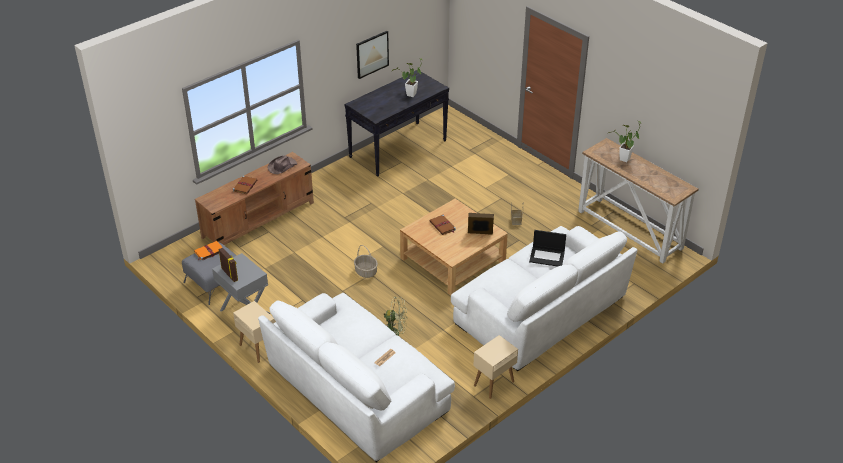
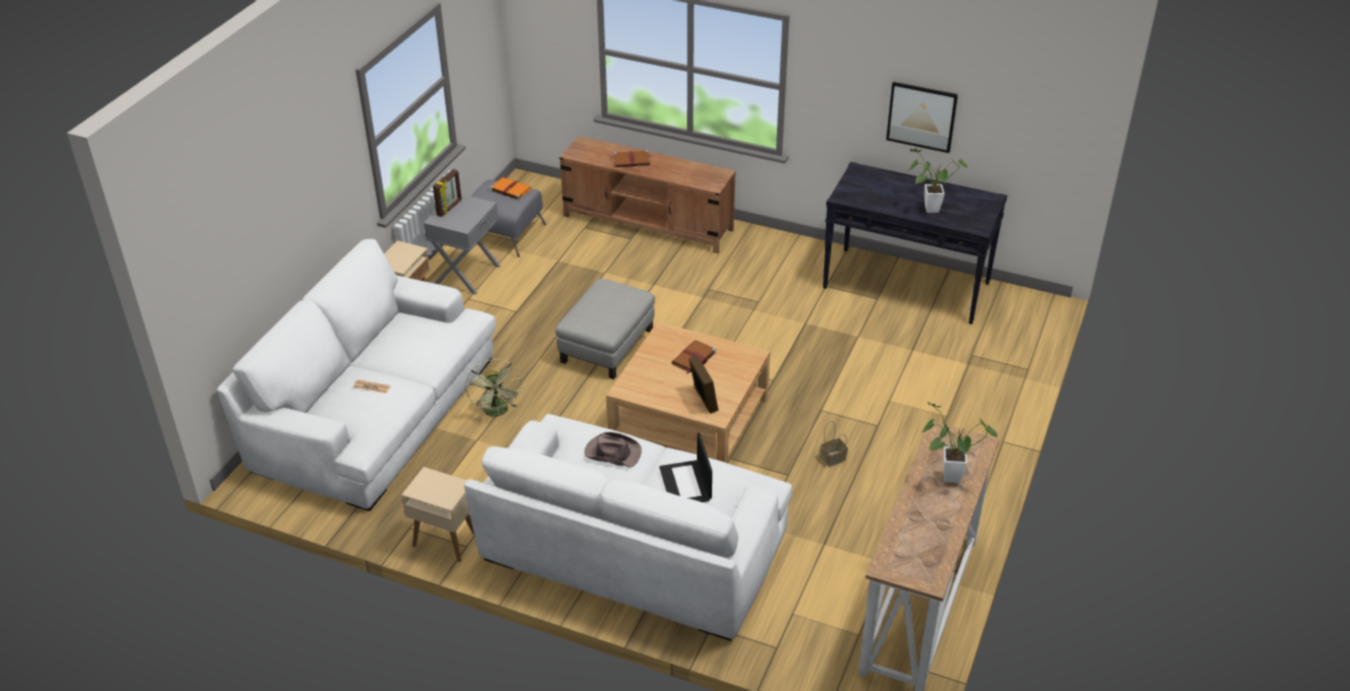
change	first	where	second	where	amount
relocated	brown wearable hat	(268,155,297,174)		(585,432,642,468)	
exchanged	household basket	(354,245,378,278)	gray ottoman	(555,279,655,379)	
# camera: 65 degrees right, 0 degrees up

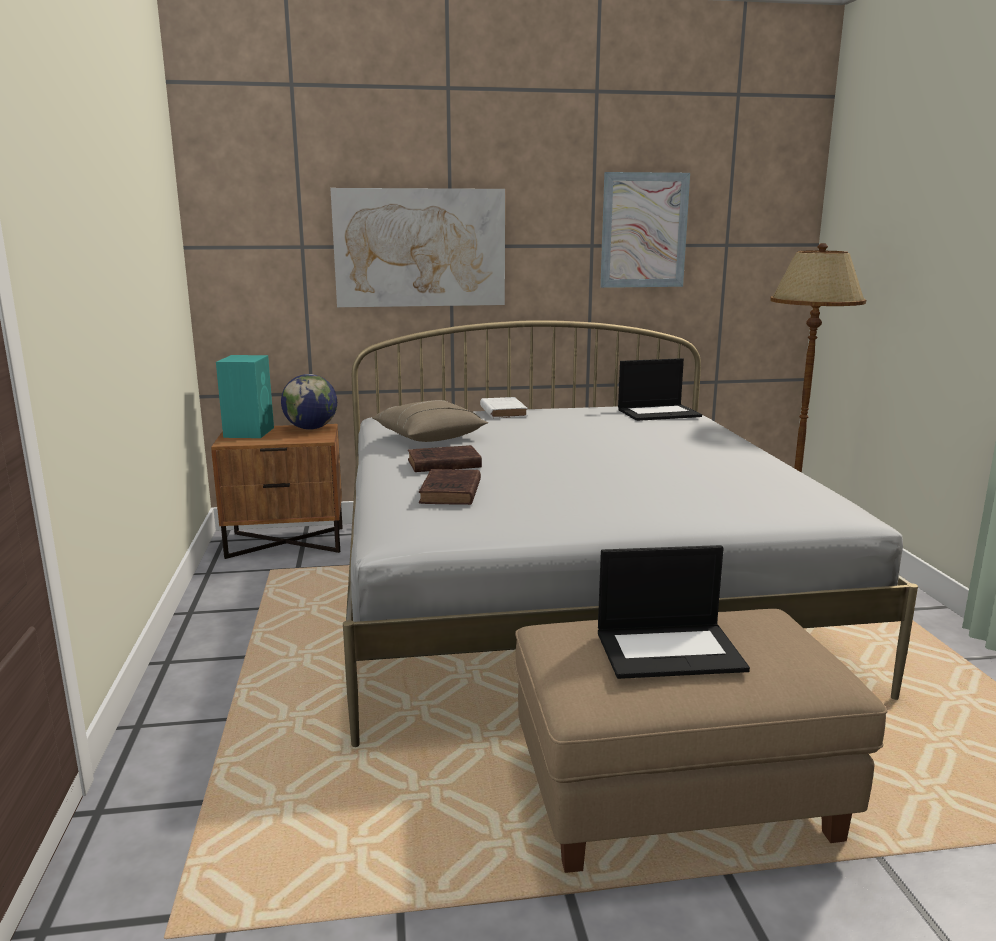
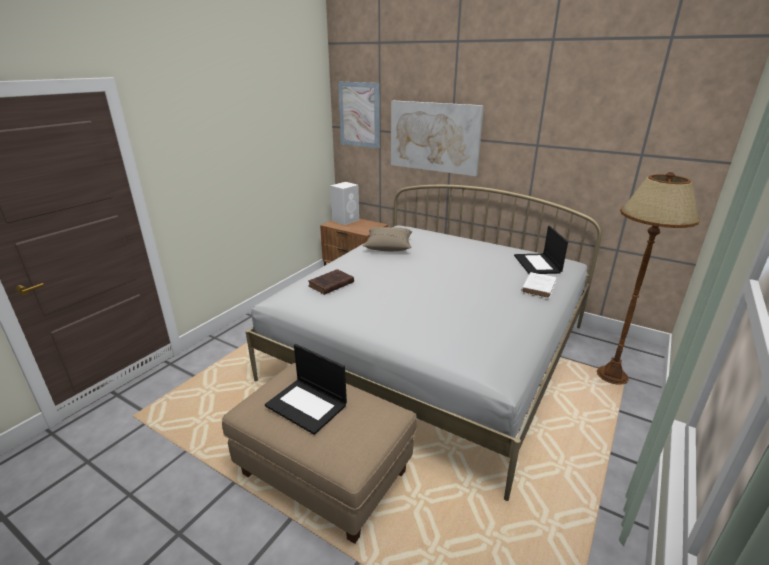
change	first	where	second	where	amount
missing	globe	(281,374,337,430)			
missing	brown bound book	(408,445,482,472)			
relocated	whitish bound book	(480,397,528,418)		(521,272,557,299)	
relocated	wall picture	(600,172,690,288)		(338,82,380,148)	
colour	turquoise-coloured audio speaker	(216,355,274,438)	whitish audio speaker	(330,182,359,225)	
spun	laptop	(618,358,702,421)		(514,226,568,274)	60 degrees clockwise
# camera: 40 degrees right, 10 degrees up

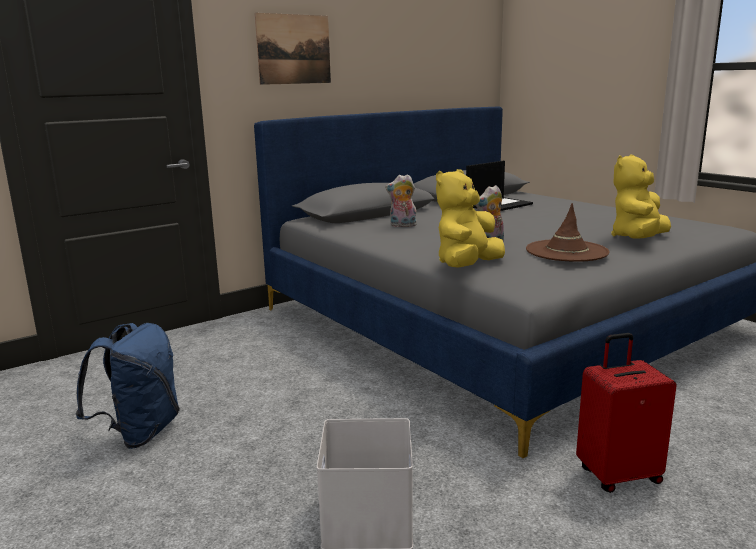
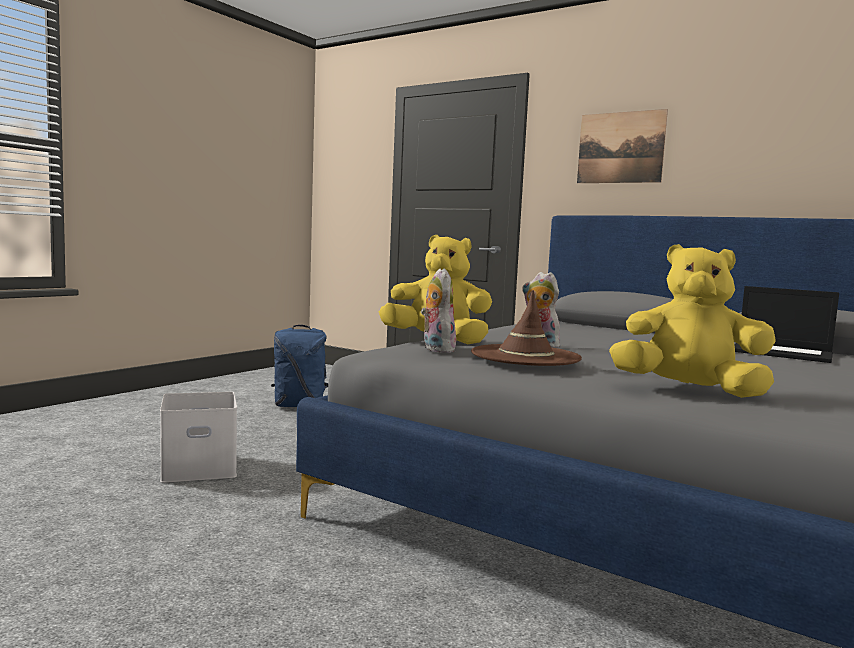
change	first	where	second	where	amount
missing	reddish travel case	(576,333,677,493)			
relocated	cuddly toy	(385,174,417,228)		(421,269,456,353)	
# camera: 70 degrees right, 10 degrees down

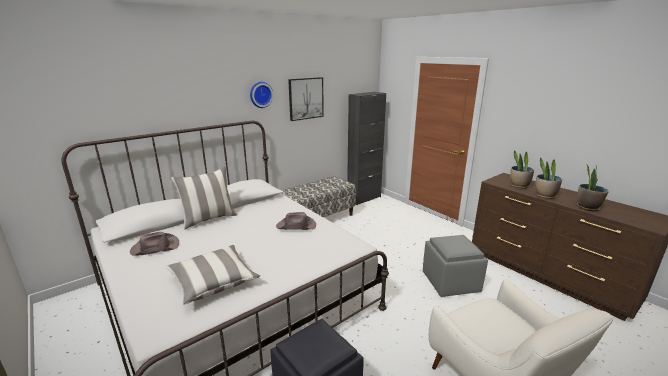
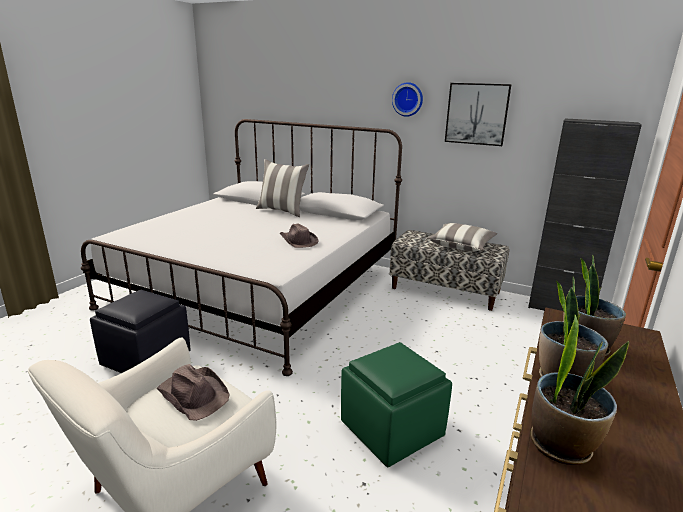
change	first	where	second	where	amount
relocated	brown wearable hat	(130,232,179,256)		(157,364,230,421)	
relocated	pillow	(165,245,260,305)		(426,223,497,252)	
colour	gray ottoman	(423,235,488,297)	greenish ottoman	(341,342,452,467)	
# camera: 65 degrees right, 0 degrees up

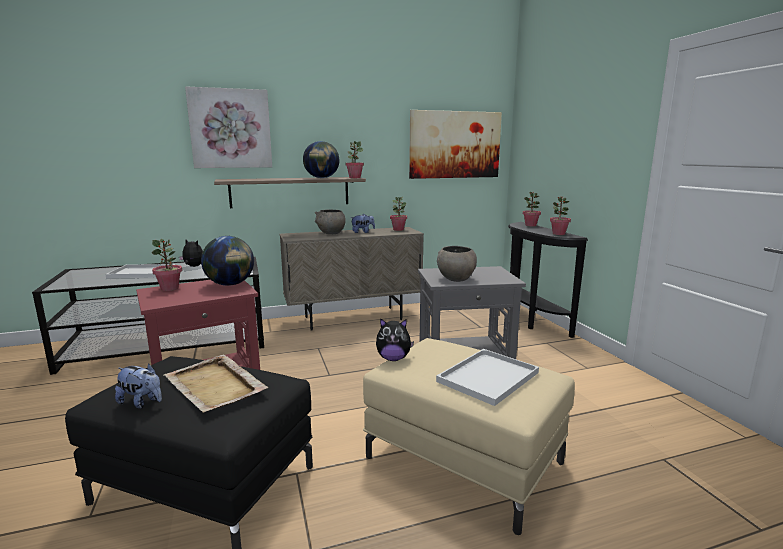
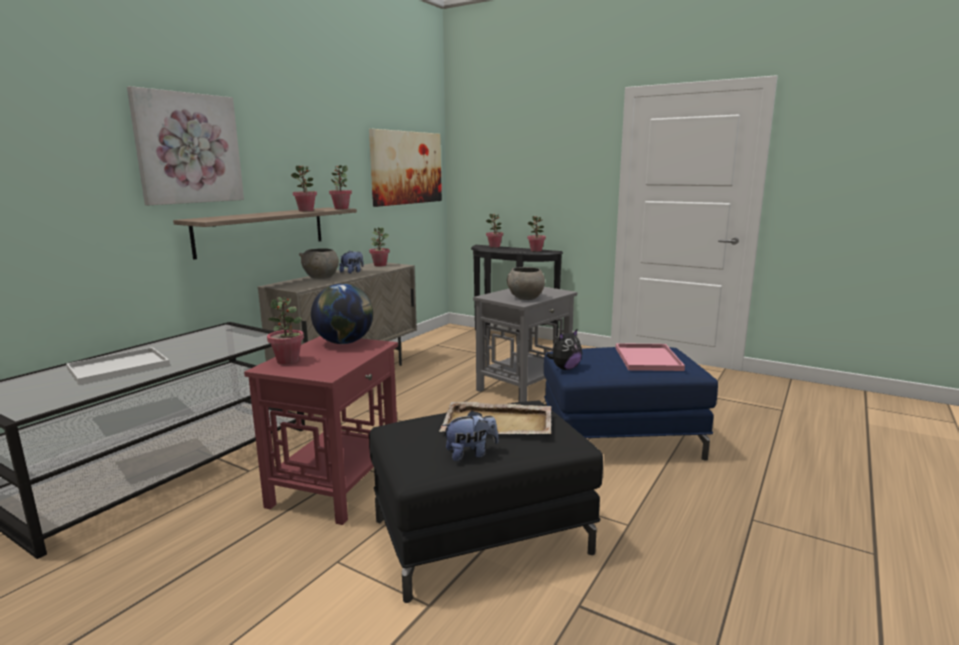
change	first	where	second	where	amount
missing	cuddly toy	(179,240,203,267)			
exchanged	globe	(303,141,339,178)	plant in a pot	(291,165,317,211)	
colour	sand-coloured ottoman	(363,338,575,535)	bluish ottoman	(544,347,718,461)	
colour	whitish tray	(436,349,539,406)	pink-coloured tray	(616,343,685,371)	
# camera: 40 degrees left, 0 degrees up

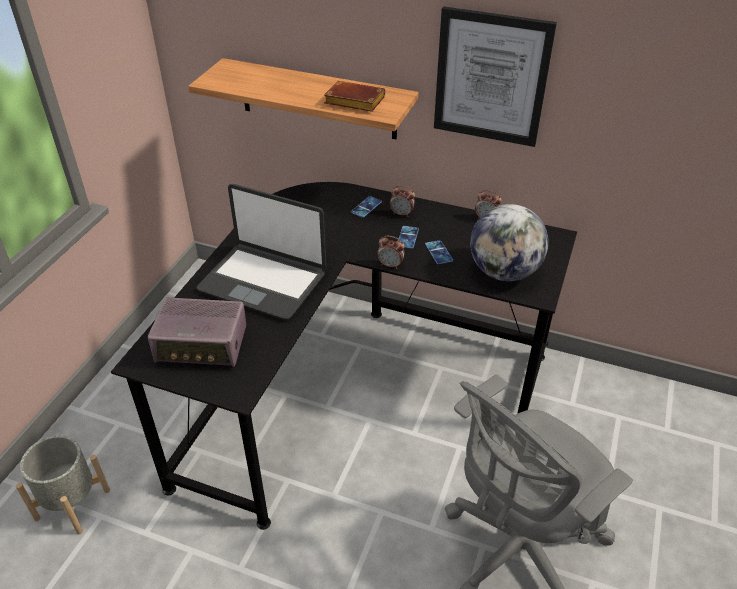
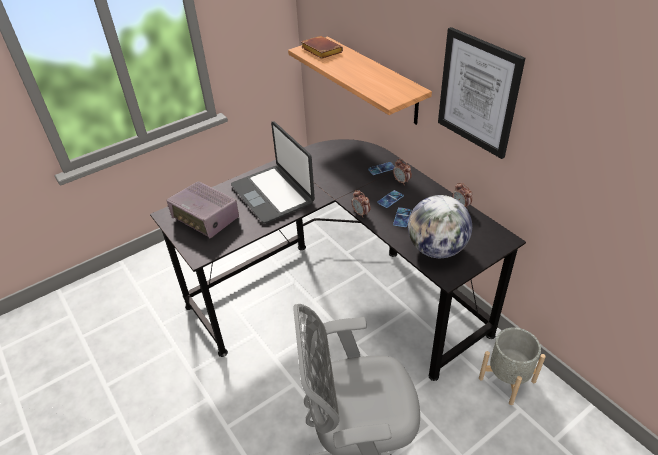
change	first	where	second	where	amount
relocated	gray planter	(16,435,110,534)		(479,327,546,405)	
relocated	brown bound book	(324,81,385,112)		(301,36,343,59)	
# camera: 35 degrees right, 0 degrees up

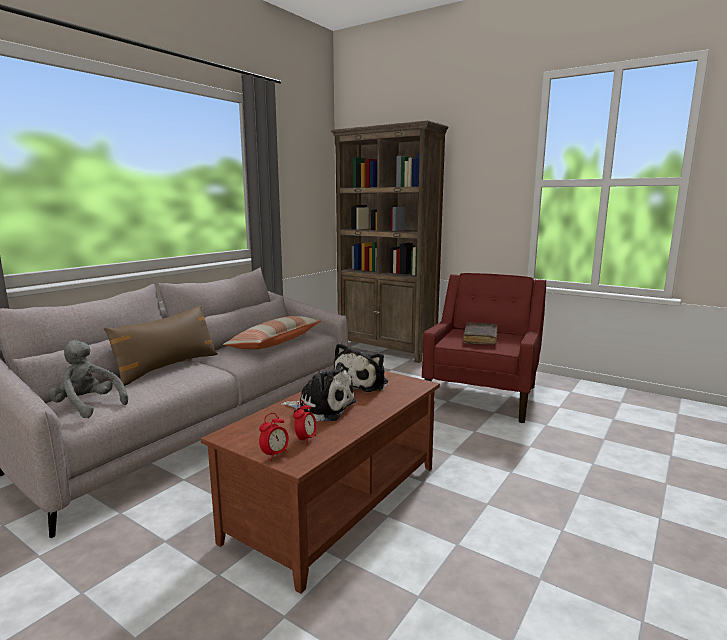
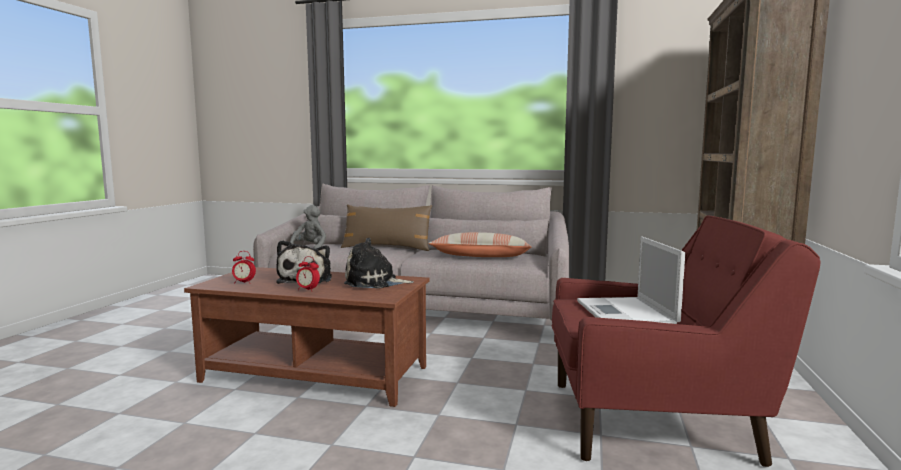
change	first	where	second	where	amount
relocated	bedside clock	(259,413,289,461)		(296,256,320,292)	
exchanged	brown bound book	(463,323,498,345)	laptop	(577,236,685,324)	
# camera: 70 degrees right, 5 degrees down

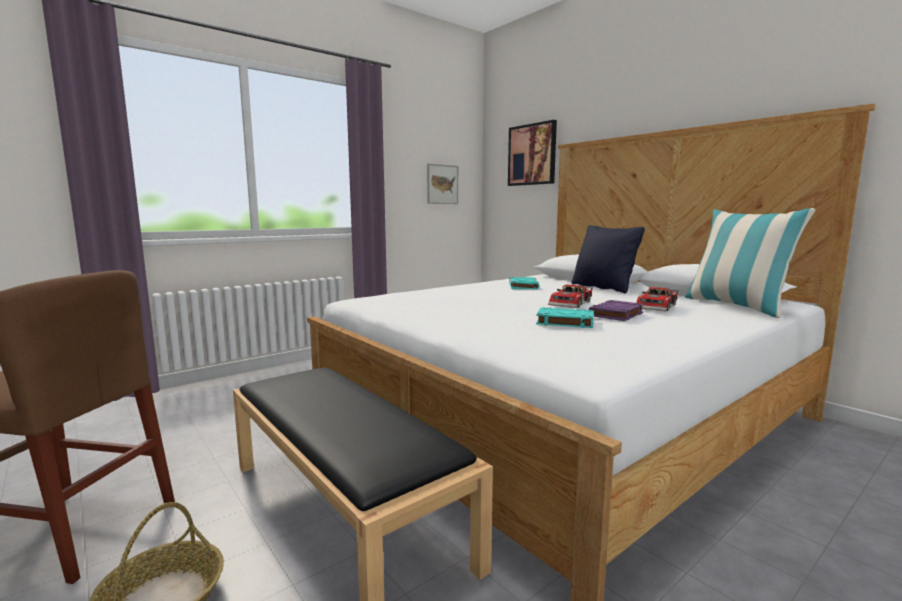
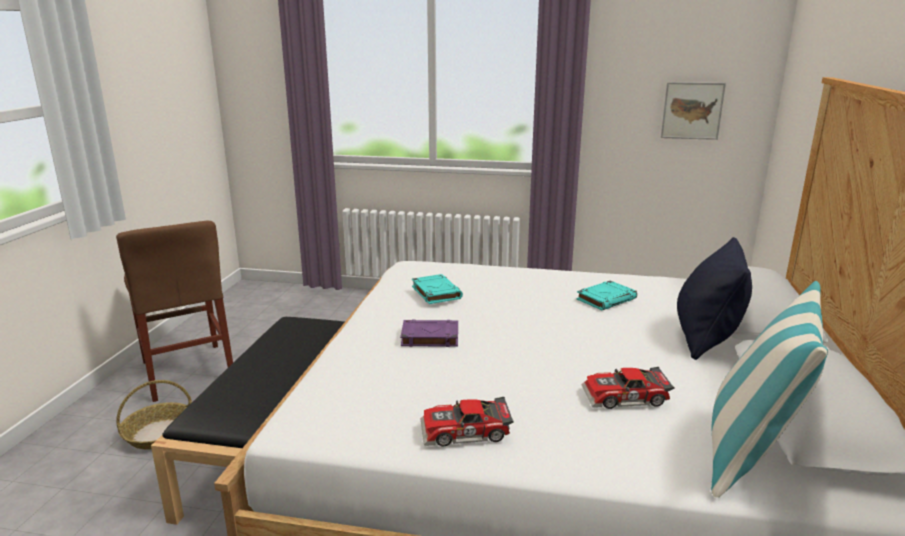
change	first	where	second	where	amount
missing	wall picture	(508,120,557,186)			
relocated	turquoise-coloured bound book	(536,307,594,328)		(412,274,463,304)	
relocated	model car	(548,285,593,308)		(420,397,514,446)	
relocated	purple-coloured bound book	(589,300,644,321)		(400,320,458,347)	
# camera: 50 degrees right, 10 degrees up

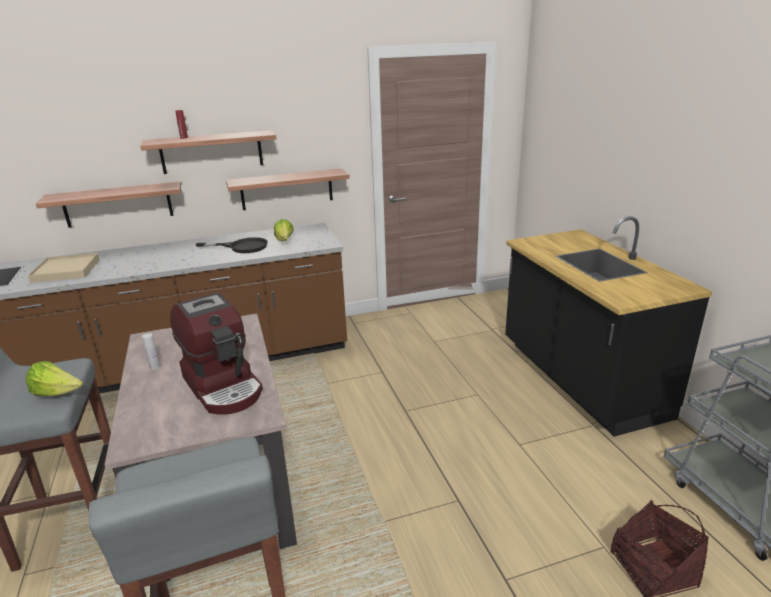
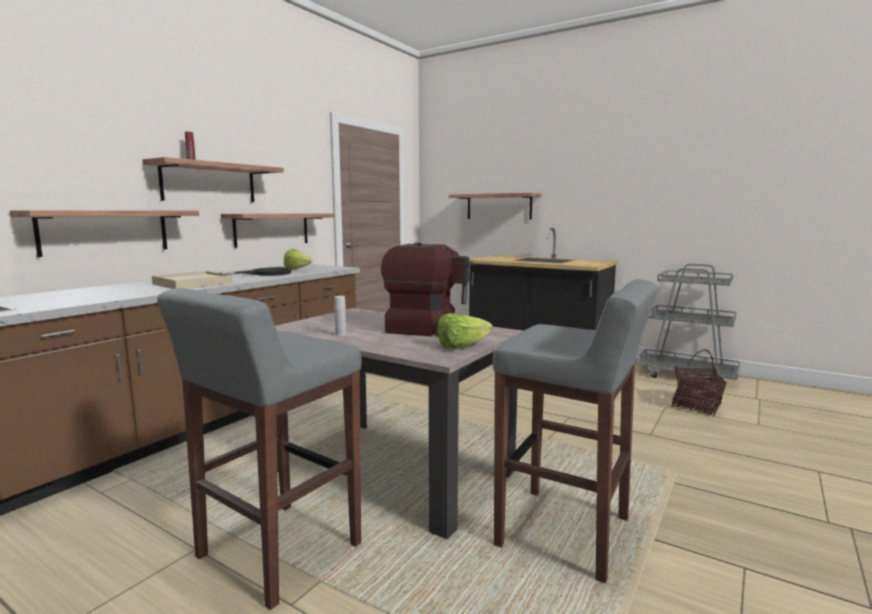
change	first	where	second	where	amount
appeared			bracket shelf	(449,193,541,219)	
relocated	head of lettuce	(26,361,83,396)		(437,313,493,349)	
relocated	sand-coloured tray	(28,253,100,283)		(152,271,232,289)	
# camera: 40 degrees left, 15 degrees down

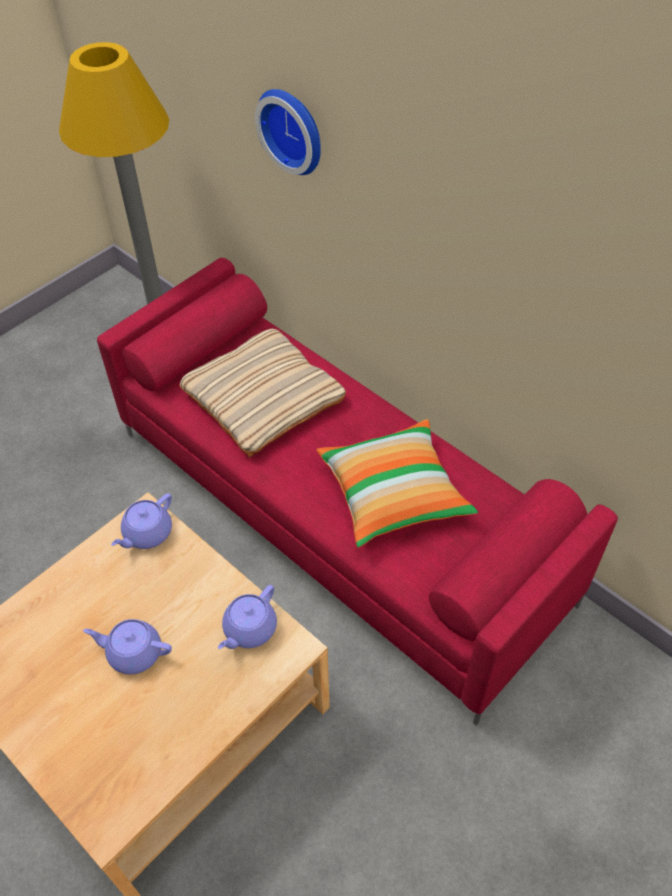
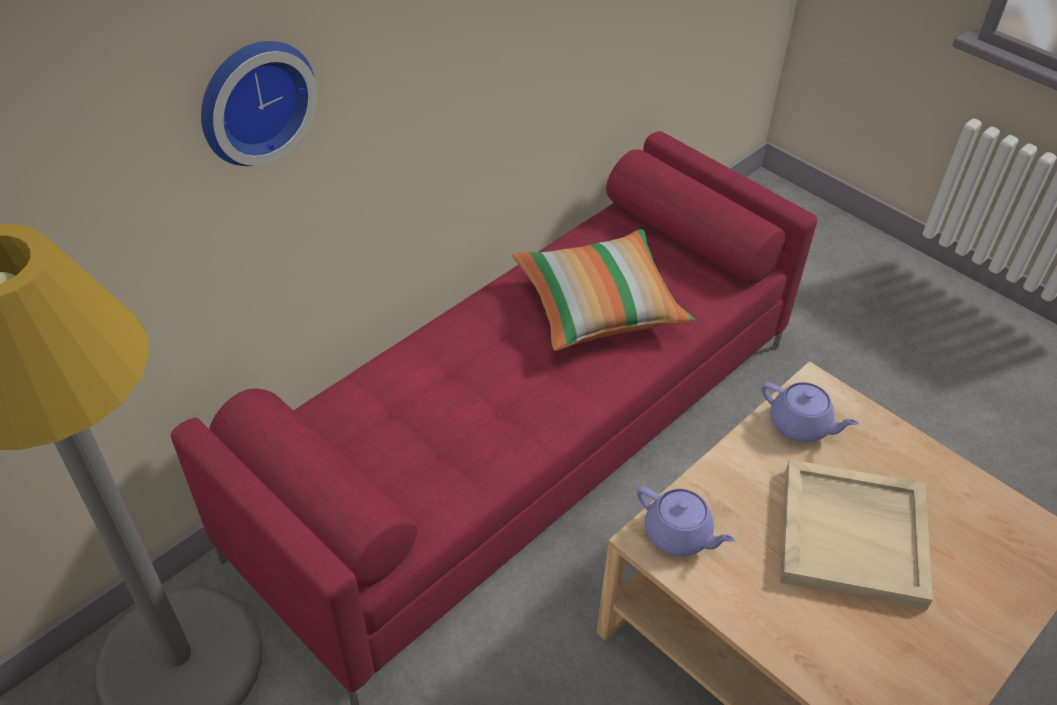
change	first	where	second	where	amount
missing	sand-coloured pillow	(180,329,346,457)			
exchanged	purple-coloured pot for tea	(83,619,172,674)	sand-coloured tray	(780,459,933,611)	
# camera: 90 degrees left, 5 degrees down

